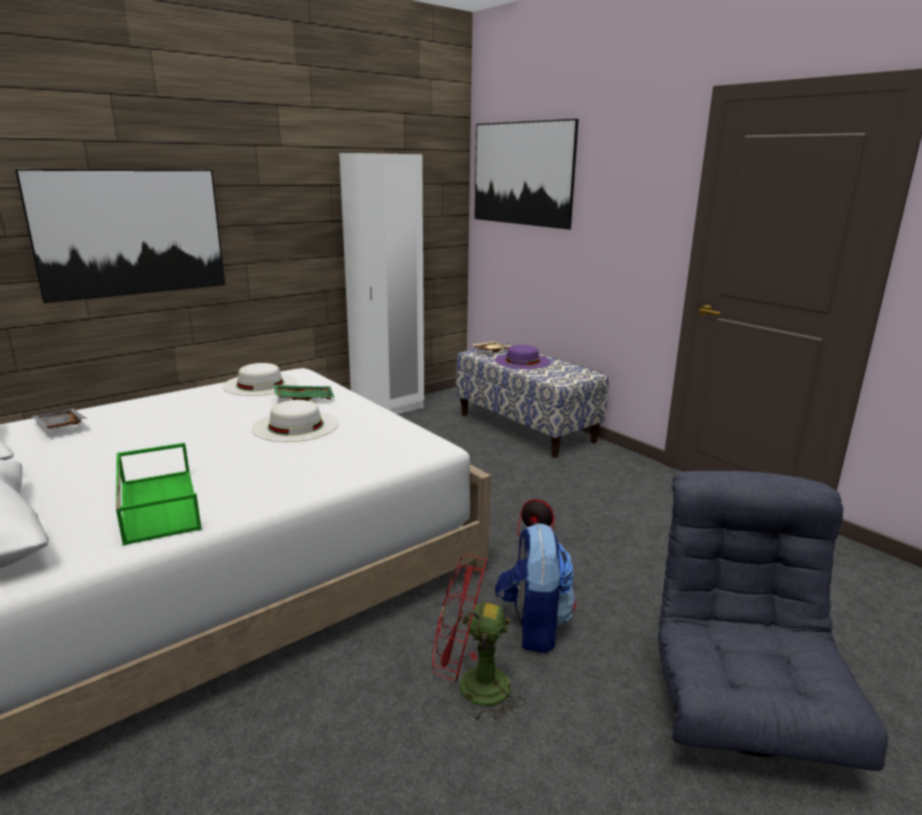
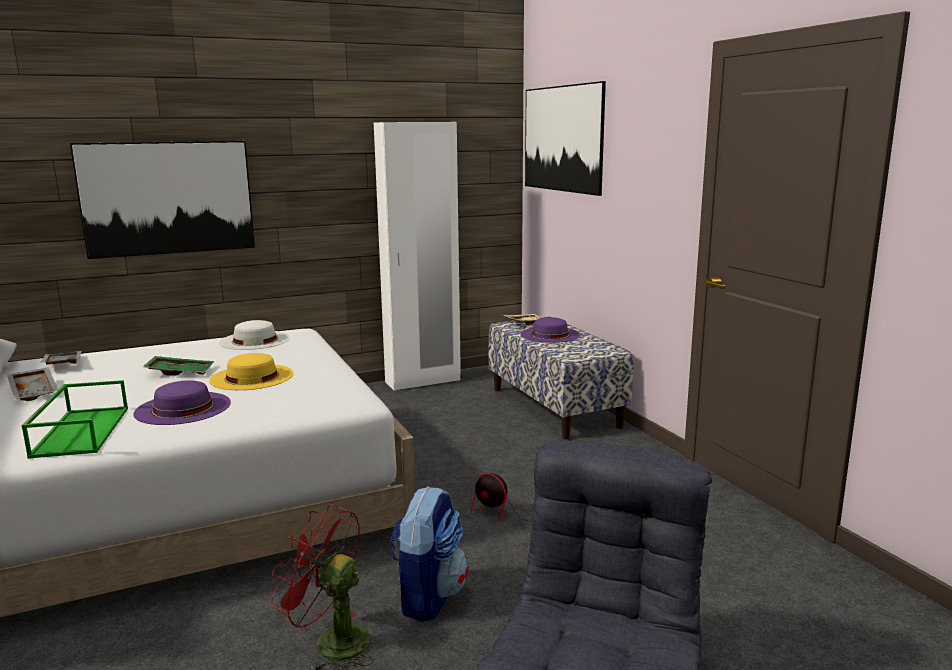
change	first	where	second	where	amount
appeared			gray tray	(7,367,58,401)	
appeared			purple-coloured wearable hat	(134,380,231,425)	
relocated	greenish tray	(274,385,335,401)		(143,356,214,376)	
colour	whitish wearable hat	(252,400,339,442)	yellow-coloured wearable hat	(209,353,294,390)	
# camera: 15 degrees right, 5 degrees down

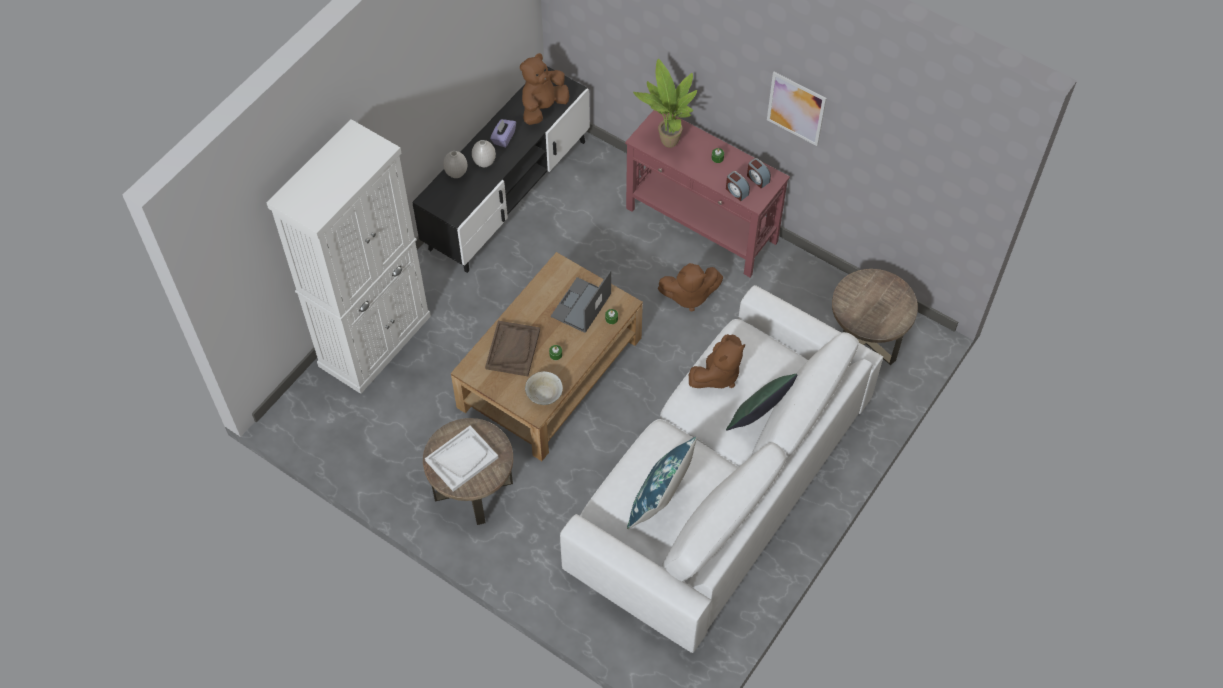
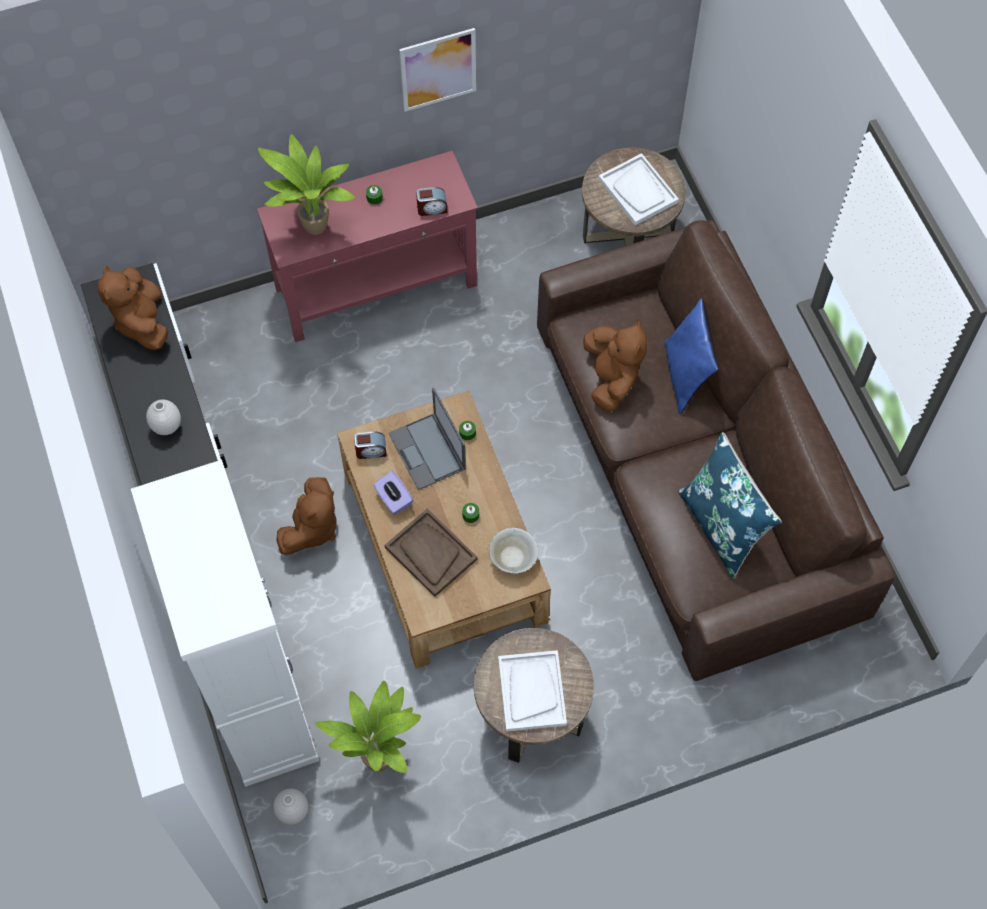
change	first	where	second	where	amount
appeared			plant in a pot	(315,681,421,773)	
appeared			whitish tray	(598,153,679,225)	
relocated	whitish flower vase	(443,151,467,178)		(273,788,308,825)	
relocated	purple-coloured tissue holder	(490,119,516,148)		(373,471,413,515)	
relocated	brown cuddly toy	(658,263,723,311)		(276,477,336,555)	
relocated	bedside clock	(747,158,771,189)		(354,431,387,459)	
colour	whitish settee	(560,285,883,653)	brown settee	(537,220,895,681)	
colour	greenish pillow	(726,374,797,430)	bluish pillow	(664,298,719,414)	
# camera: 55 degrees left, 5 degrees up

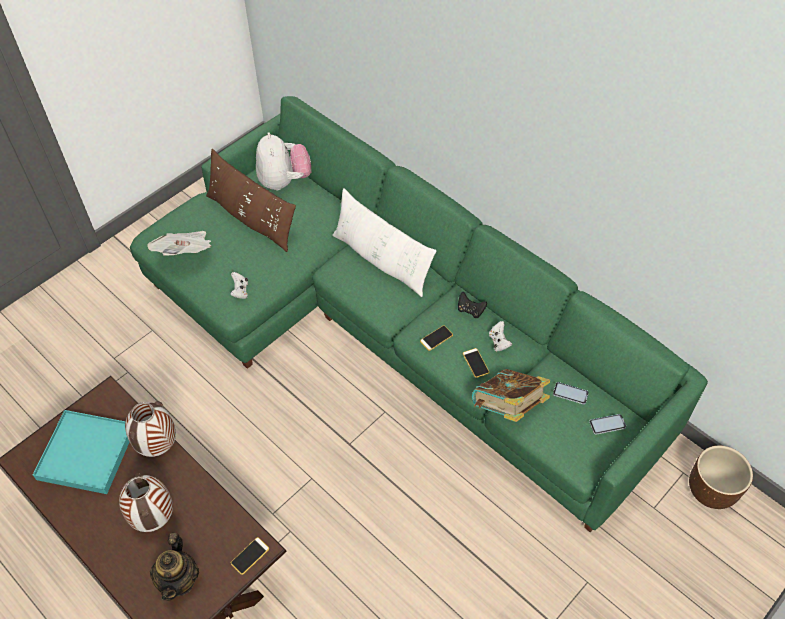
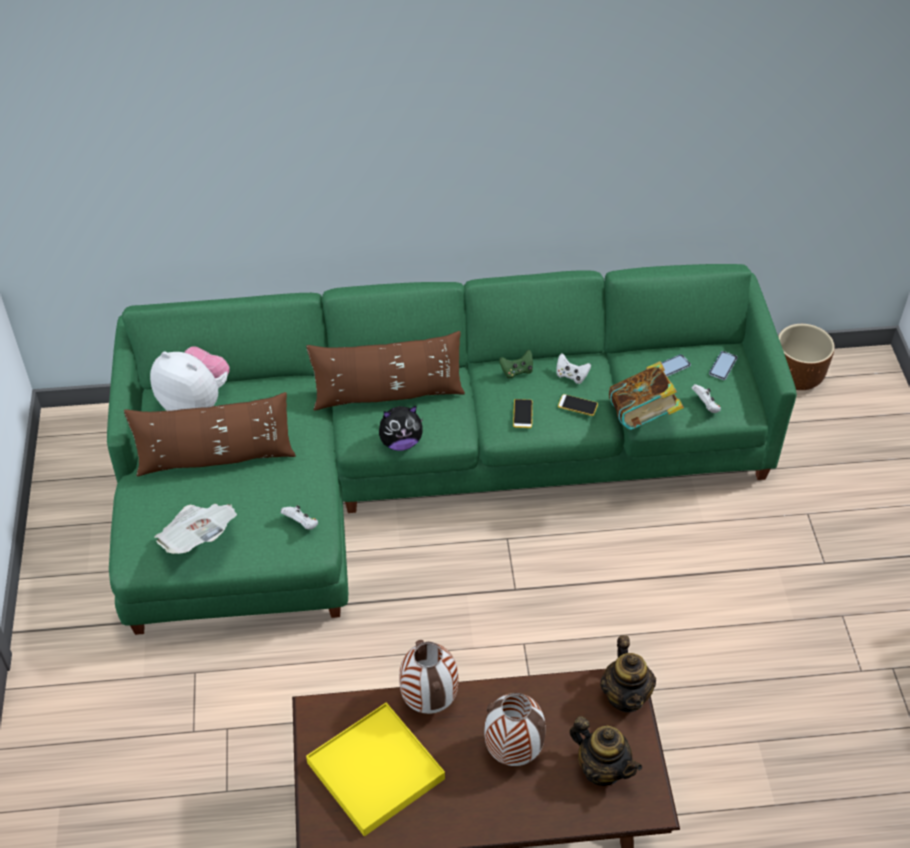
change	first	where	second	where	amount
appeared			cuddly toy	(379,405,423,451)	
appeared			whitish game controller	(691,384,721,413)	
exchanged	handset	(231,537,269,575)	pot for tea	(600,635,656,712)	
colour	turquoise-coloured tray	(33,410,129,494)	yellow-coloured tray	(306,702,445,837)	
colour	whitish pillow	(332,188,436,297)	brown pillow	(306,331,465,411)	
colour	black-coloured game controller	(458,292,487,318)	greenish game controller	(499,350,533,379)	
# camera: 50 degrees left, 5 degrees down

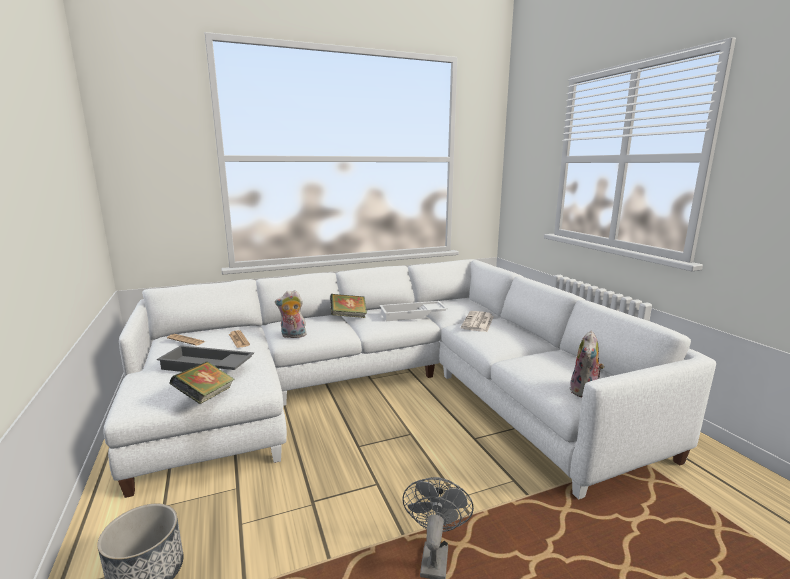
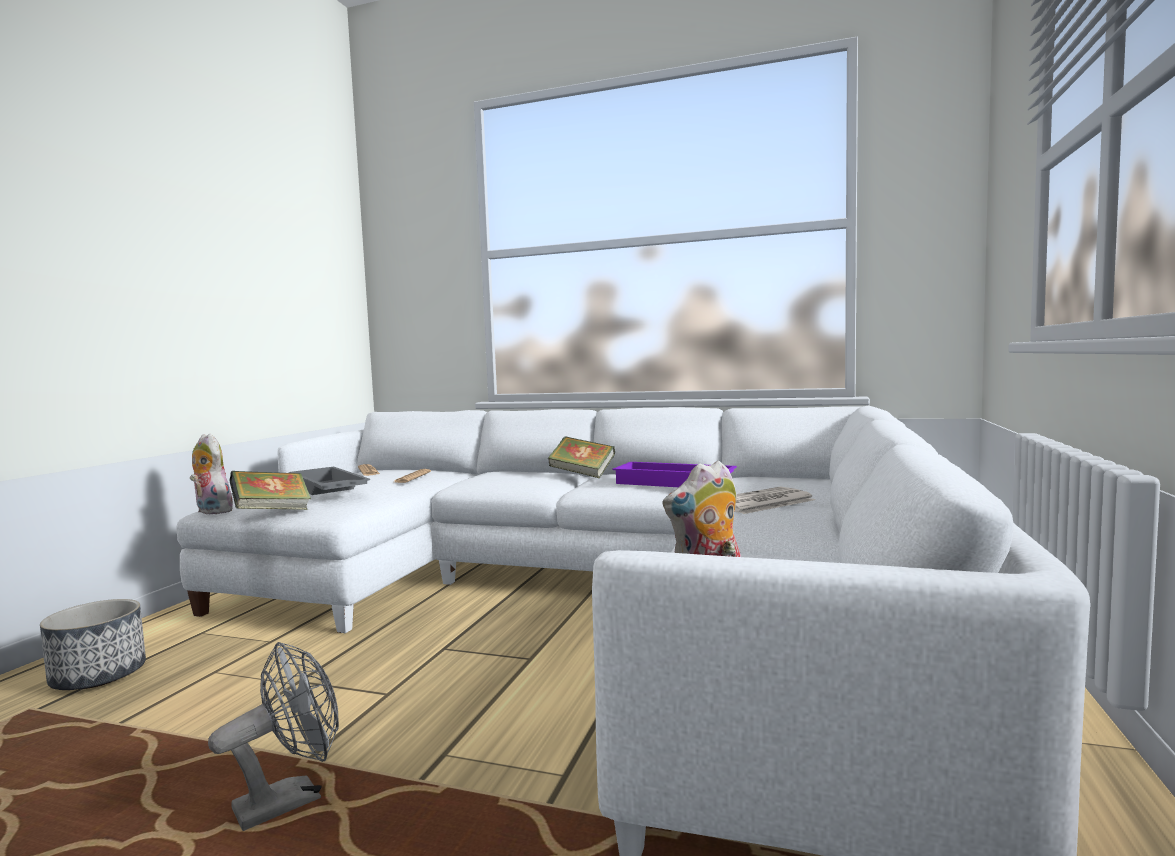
change	first	where	second	where	amount
relocated	cuddly toy	(275,290,306,338)		(190,434,233,514)	
colour	whitish tray	(380,301,448,321)	purple-coloured tray	(613,462,737,487)	
# camera: 40 degrees right, 10 degrees down

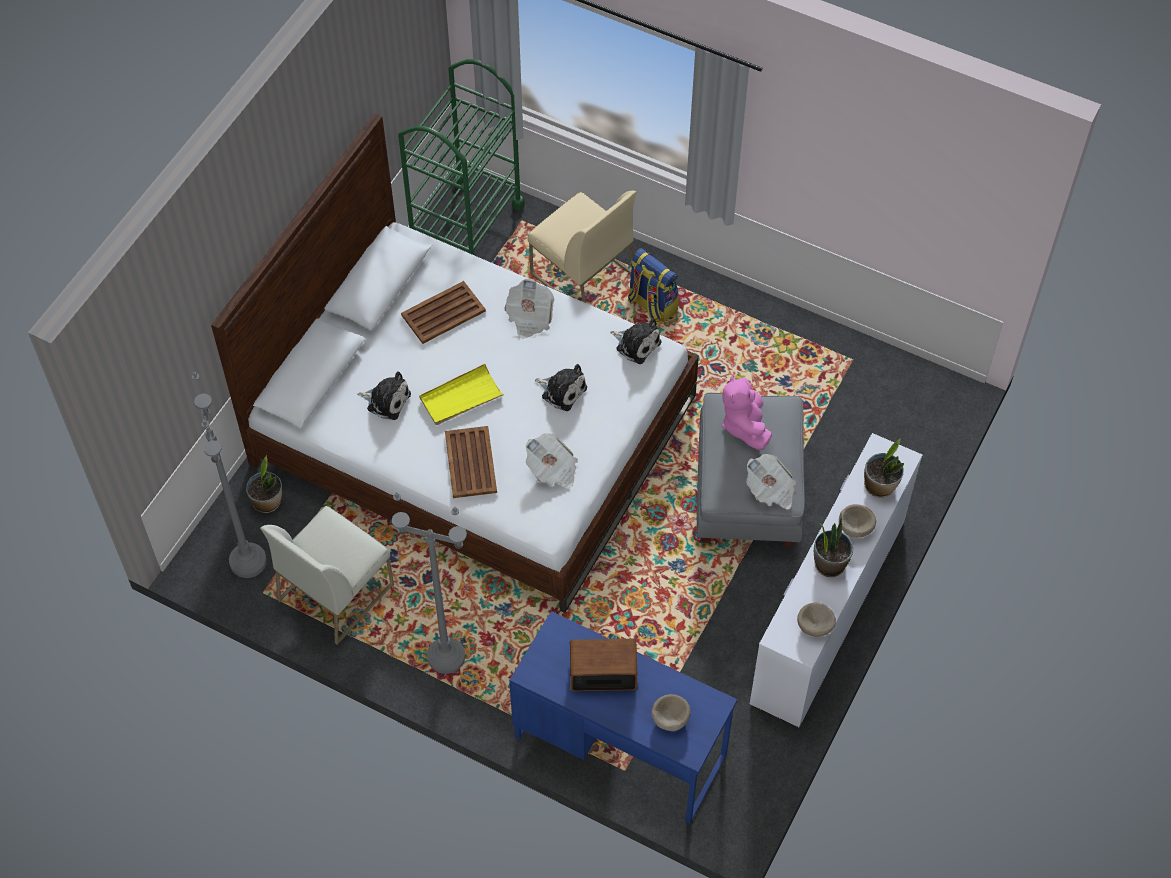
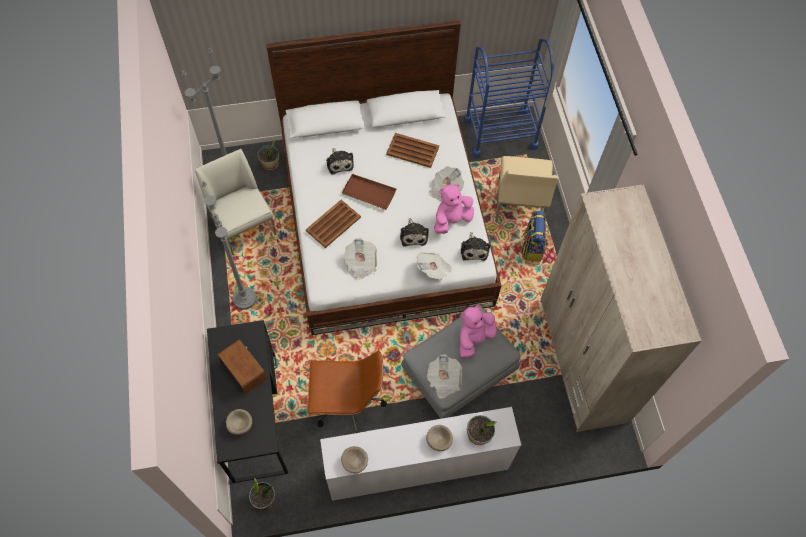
change	first	where	second	where	amount
appeared			brown desk chair	(307,350,387,433)	
appeared			printed paper	(417,252,452,280)	
appeared			pink-coloured cuddly toy	(434,184,474,234)	
appeared			sand-coloured armoire	(540,184,702,432)	
relocated	plant in a pot	(814,516,853,577)		(249,478,275,511)	
colour	greenish wheeled cart	(398,59,525,255)	bluish wheeled cart	(464,38,554,158)	
colour	yellow-coloured tray	(419,364,504,425)	brown tray	(342,174,396,210)	
colour	bluish desk	(509,611,737,824)	black-coloured desk	(207,320,288,483)	
spun	whitish plain chair	(260,506,394,645)		(195,149,276,255)	60 degrees clockwise
# camera: 50 degrees right, 5 degrees up

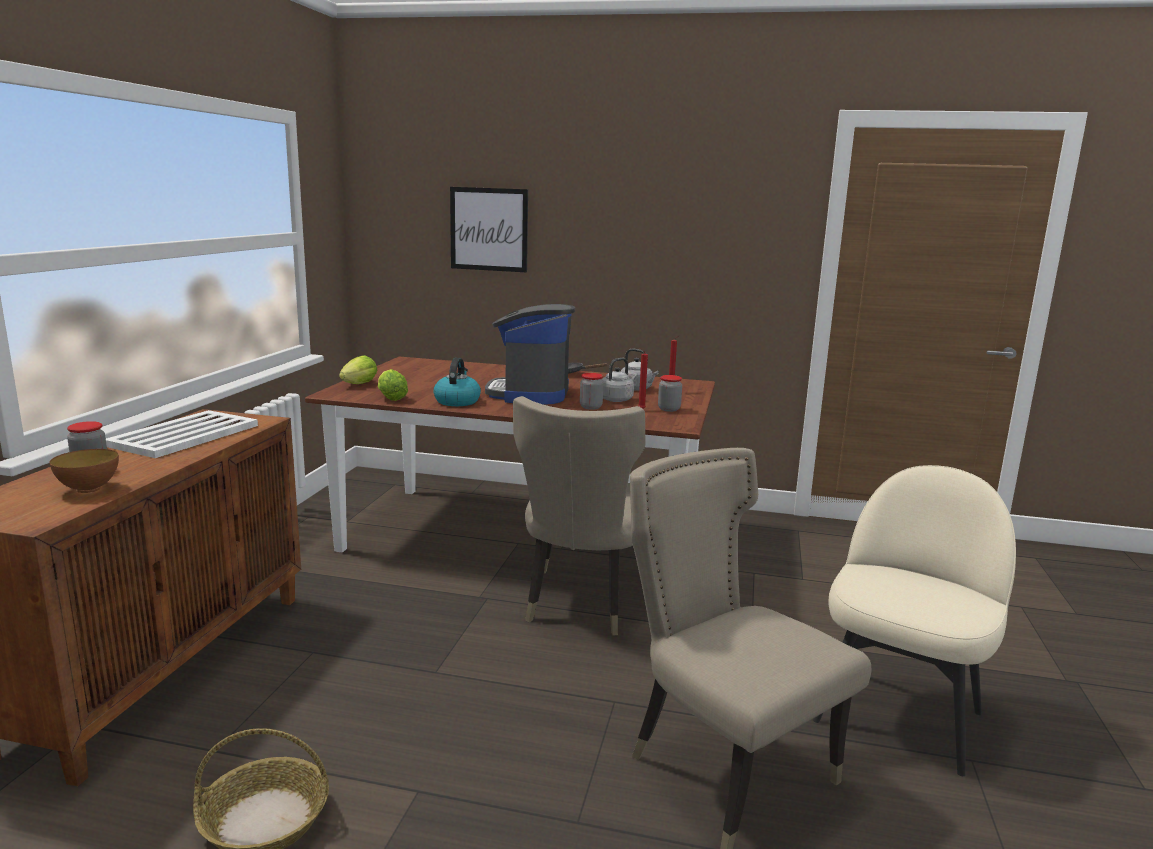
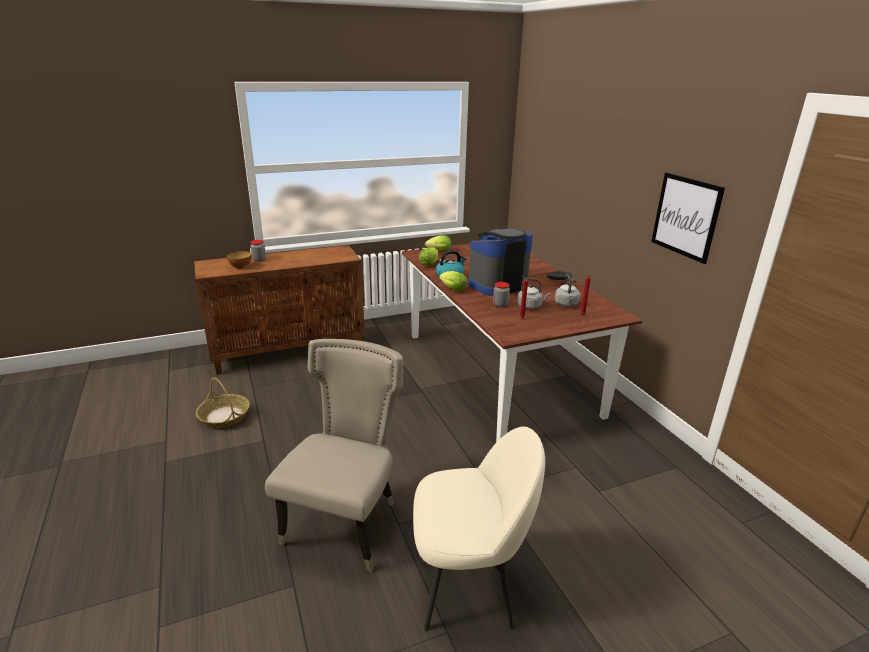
change	first	where	second	where	amount
missing	whitish tray	(106,410,258,458)			
missing	sand-coloured plain chair	(513,396,645,636)			
missing	jar	(658,375,682,412)			
appeared			head of lettuce	(439,271,467,291)	
relocated	wall picture	(450,187,528,272)		(651,172,725,264)	
# camera: 55 degrees right, 10 degrees up

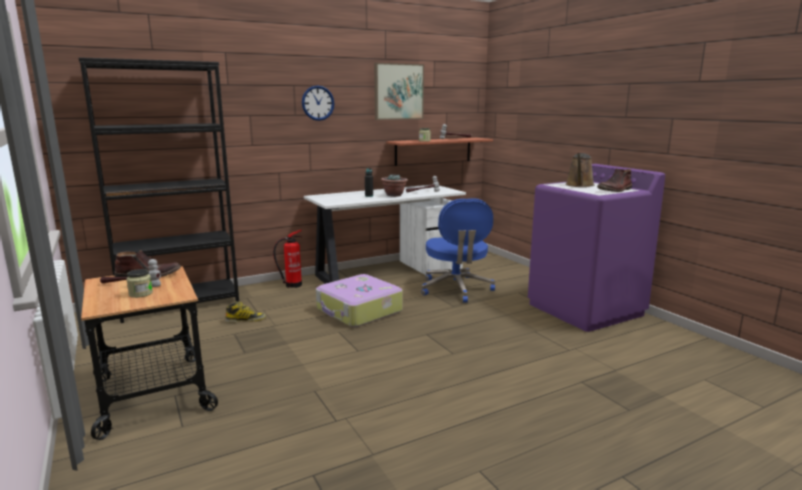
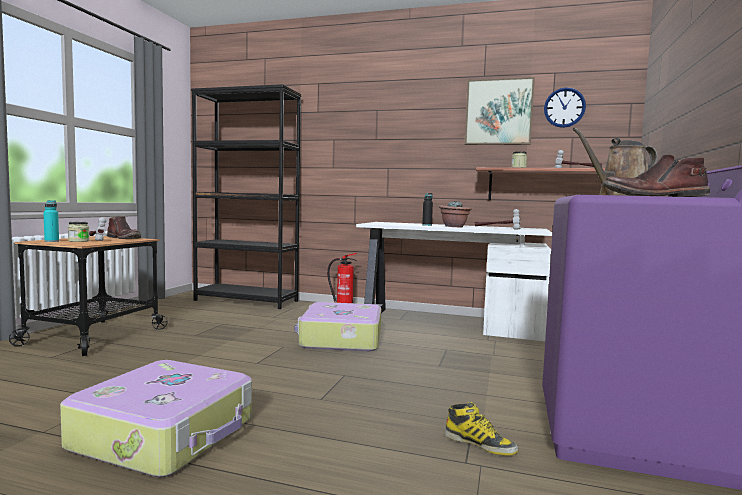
change	first	where	second	where	amount
missing	bluish desk chair	(421,198,495,303)			
appeared			turquoise-coloured beverage bottle	(43,200,59,242)	
appeared			travel case	(60,360,252,477)	
relocated	boot	(226,301,266,323)		(444,402,518,456)	
relocated	hanging clock	(302,85,334,121)		(544,87,586,128)	
# camera: 45 degrees right, 10 degrees down

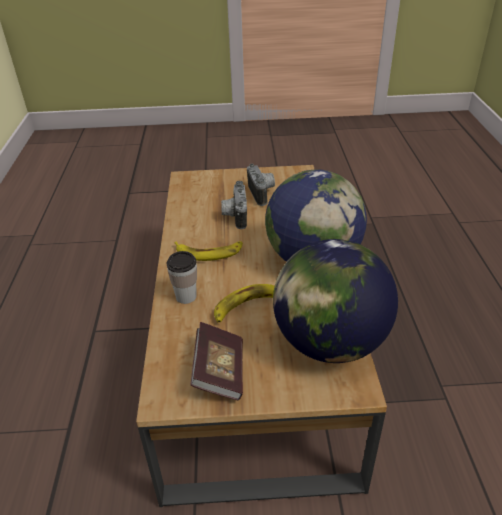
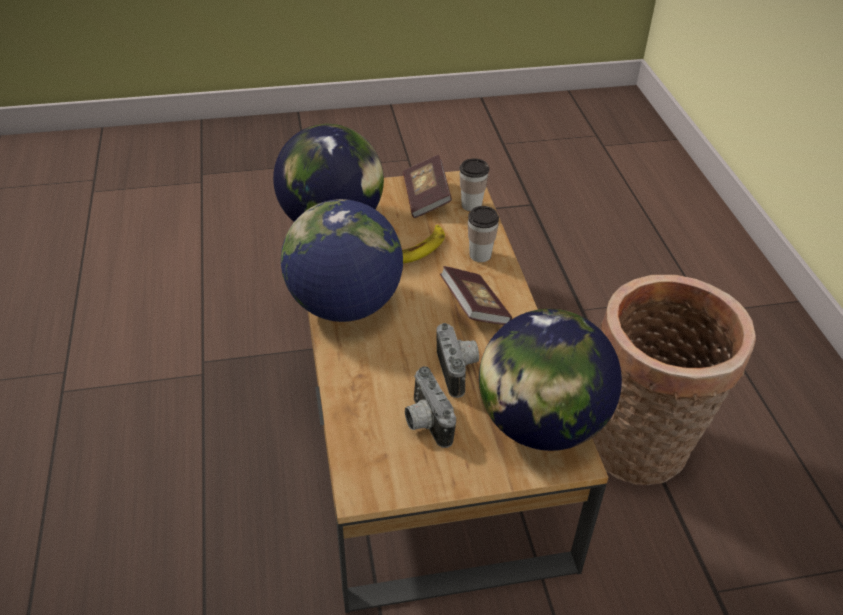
change	first	where	second	where	amount
appeared			drinking cup	(459,159,489,212)	
appeared			globe	(479,309,622,451)	
appeared			household basket	(592,275,756,485)	
exchanged	whole banana	(174,241,243,261)	bound book	(440,266,512,325)	
# camera: 170 degrees right, 5 degrees up

